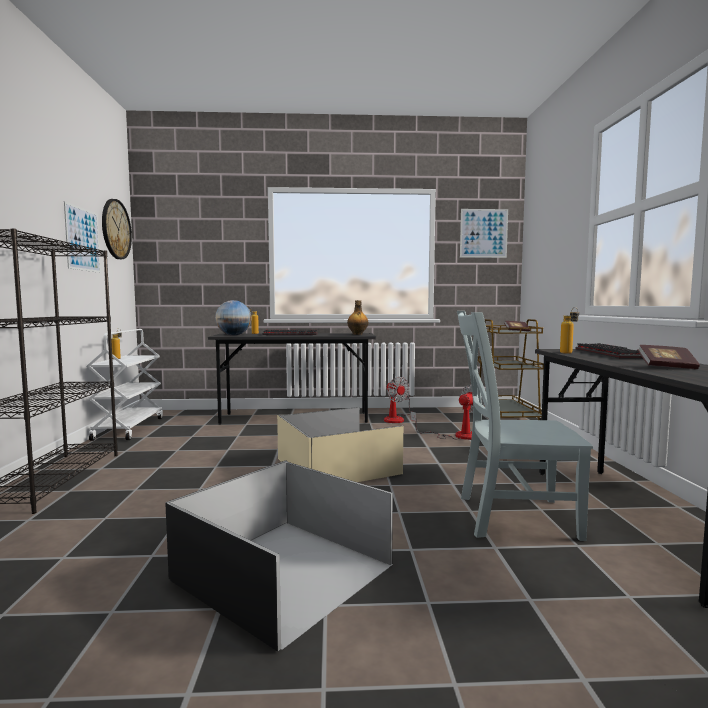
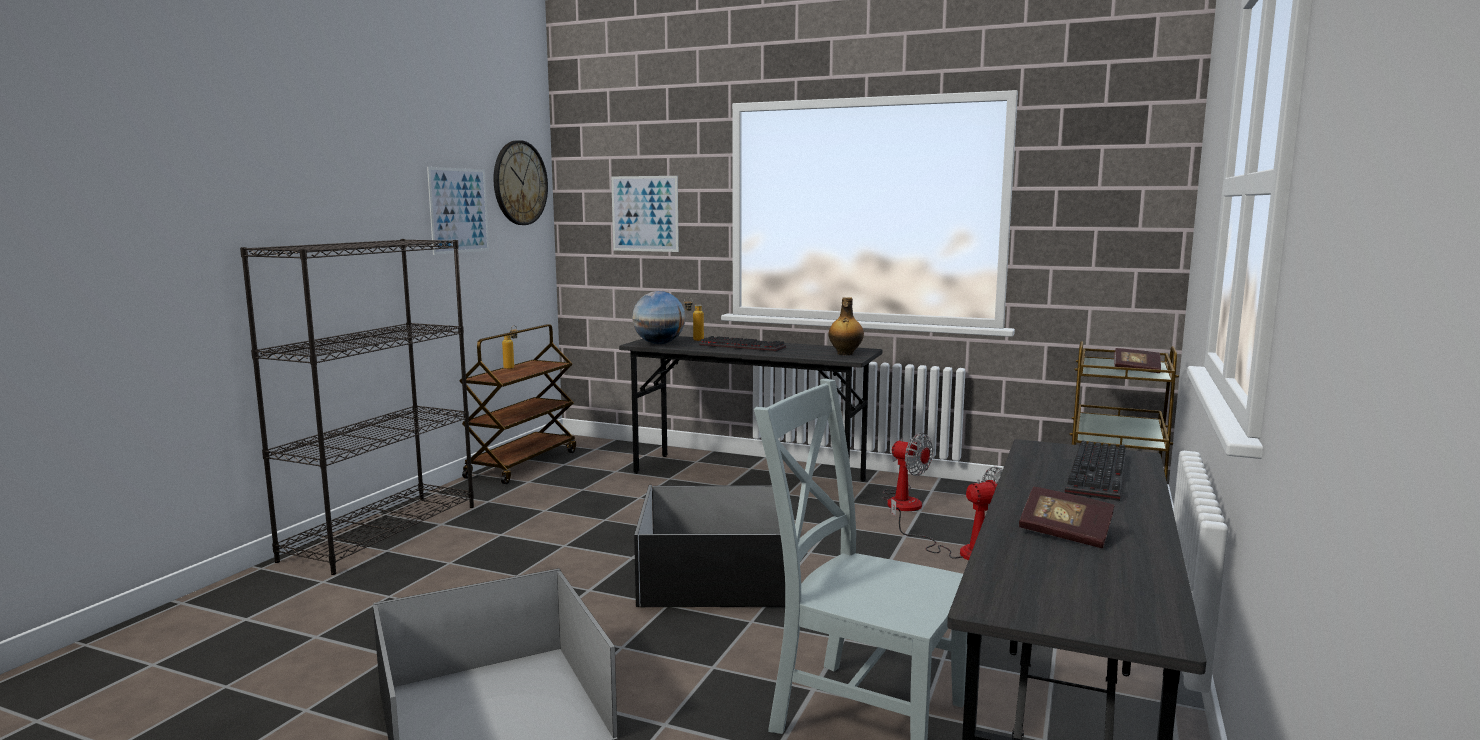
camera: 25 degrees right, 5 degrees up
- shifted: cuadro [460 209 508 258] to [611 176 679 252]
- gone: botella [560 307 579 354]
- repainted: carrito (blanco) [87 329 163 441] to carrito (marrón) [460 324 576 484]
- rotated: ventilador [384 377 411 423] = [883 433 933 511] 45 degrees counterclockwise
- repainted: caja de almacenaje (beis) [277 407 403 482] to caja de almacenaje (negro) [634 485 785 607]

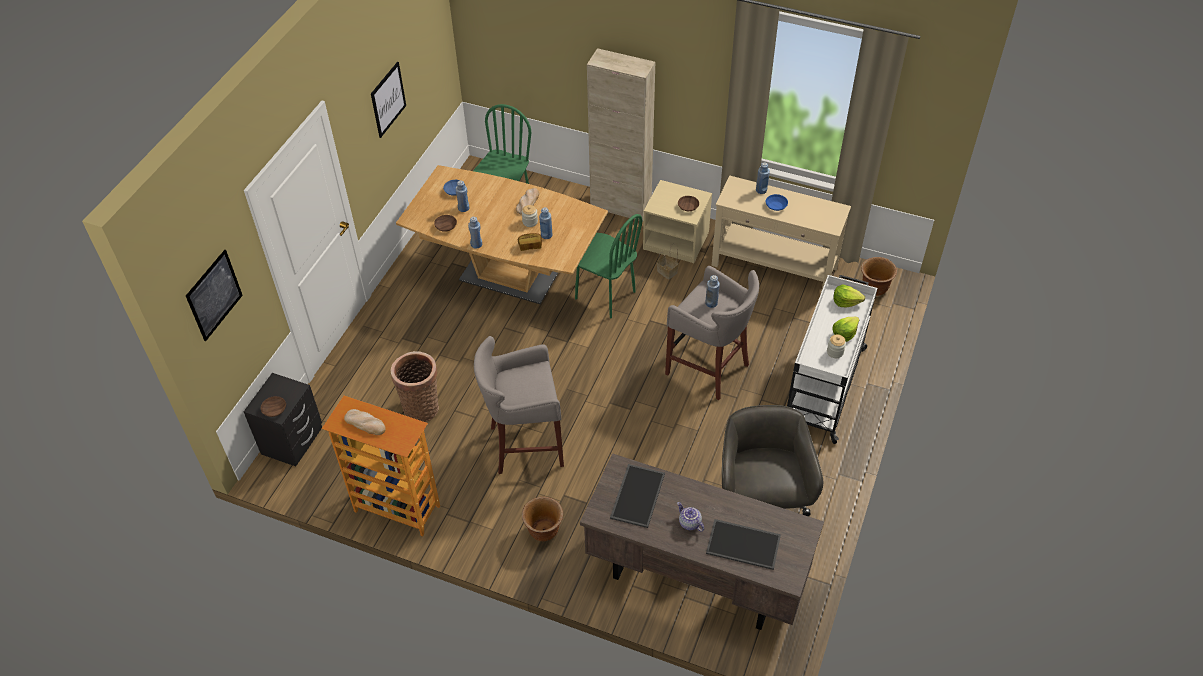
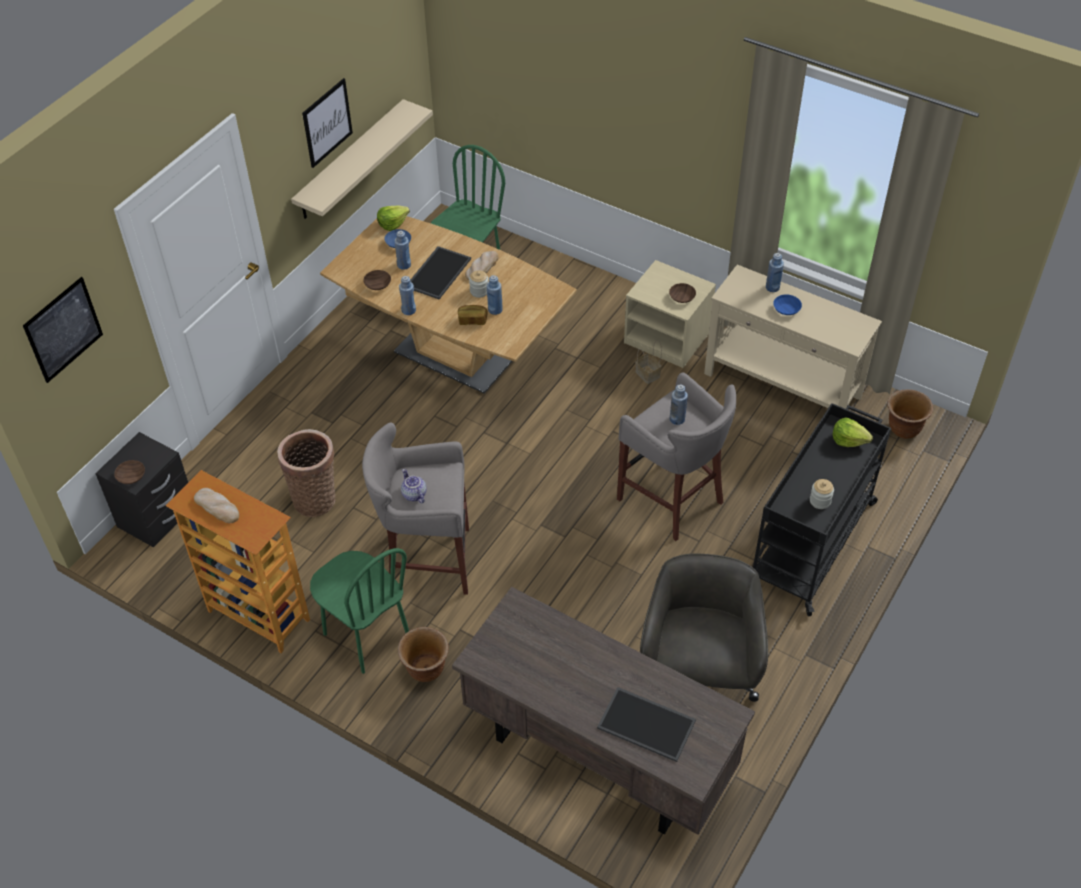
camera: 10 degrees right, 0 degrees up
- gone: armario (beis) [587 48 655 222]
- shifted: silla (verde) [575 214 642 318] to [310 548 409 674]
- repainted: carrito (blanco) [787 275 878 444] to carrito (negro) [753 403 891 616]
- shifted: lechuga [832 317 859 342] to [377 205 410 231]
- shifted: bandeja [610 464 665 528] to [410 246 471 299]
- shifted: tetera [677 502 704 532] to [401 469 427 503]
- new: estante (beis) [291 99 433 219]

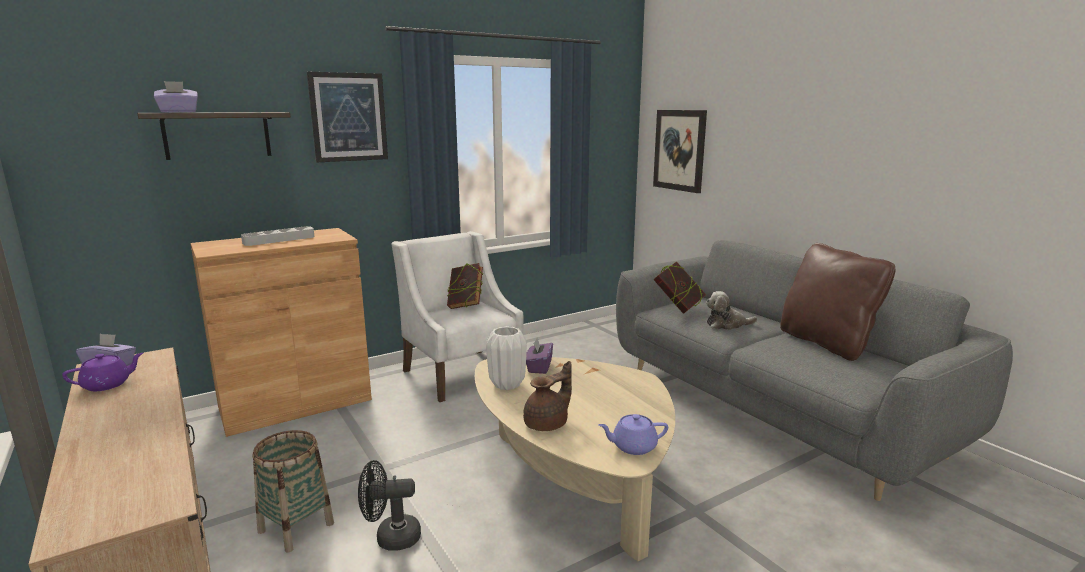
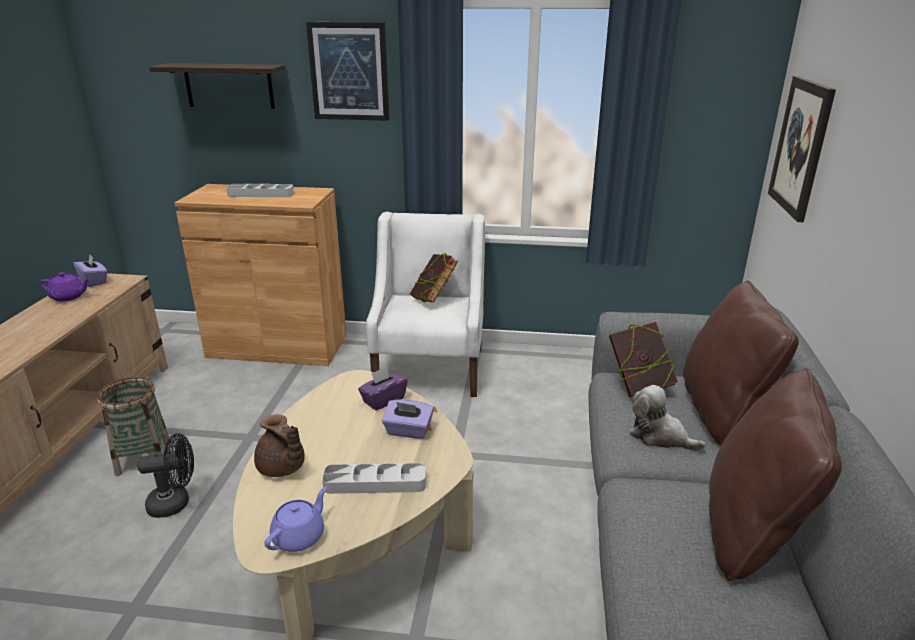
camera: 40 degrees right, 10 degrees up
- shifted: caja de pañuelos (morado) [154 81 198 113] to [382 399 434 439]
- gone: florero (blanco) [486 326 527 390]
- rotated: tetera (marrón) [523 361 572 431] = [254 415 305 477] 45 degrees clockwise
- rotated: tetera (morado) [598 414 668 455] = [264 487 327 552] 90 degrees clockwise
- rotated: ventilador (negro) [358 460 421 551] = [137 433 194 518] 135 degrees clockwise
- new: cojín (marrón) [683 281 799 445]
- new: bandeja (gris) [322 463 426 494]

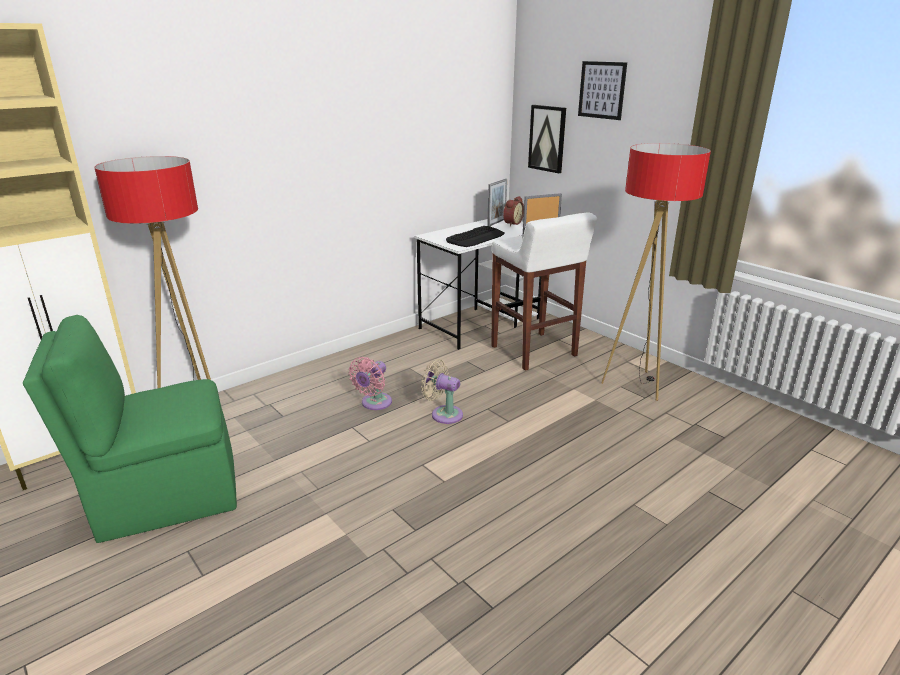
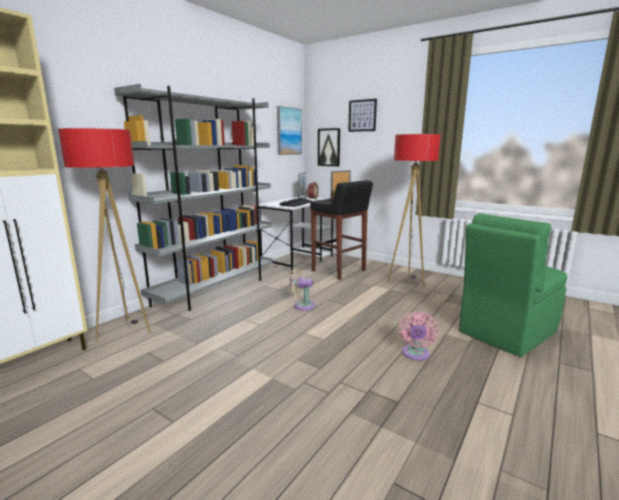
camera: 15 degrees left, 10 degrees down
- repainted: taburete (blanco) [491 213 597 371] to taburete (negro) [310 180 373 280]
- shifted: silla (verde) [23 315 237 543] to [459 213 567 357]
- shifted: ventilador (rosa) [349 357 392 410] to [398 312 439 361]
- new: estantería (gris) [114 84 273 311]
- new: cuadro [277 106 302 155]

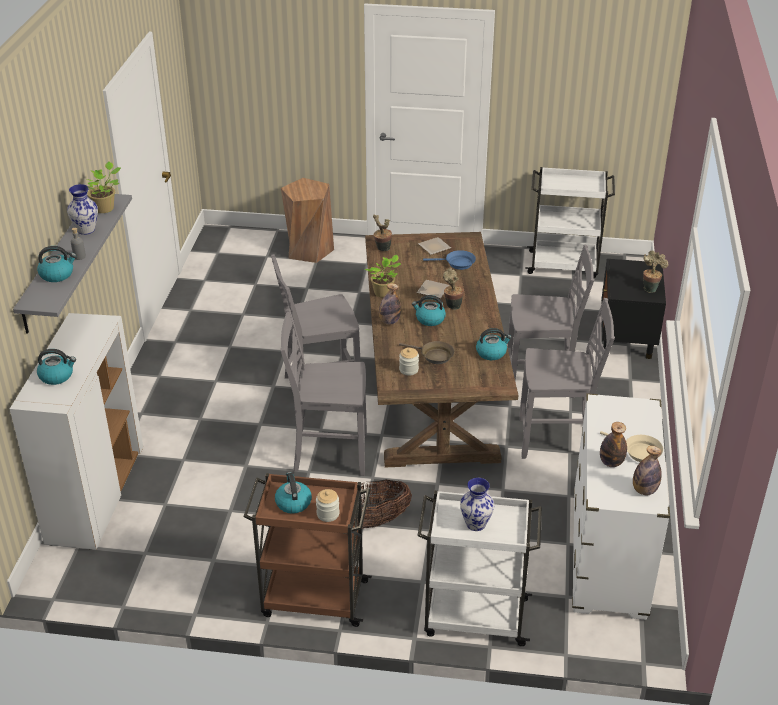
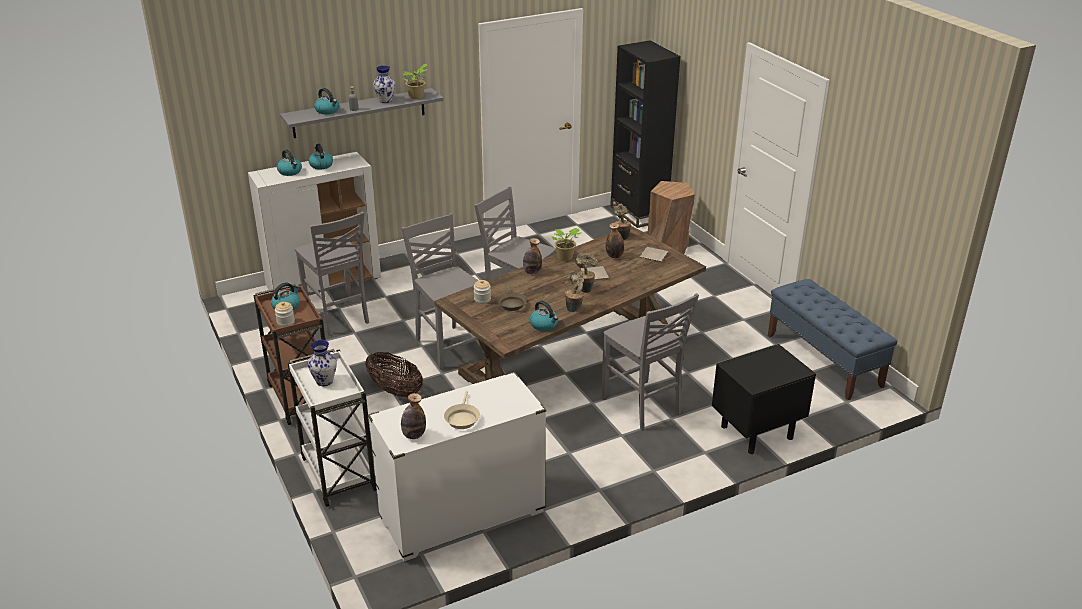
camera: 55 degrees right, 5 degrees down
- swapped: carrito (blanco) [525 167 615 278] to banco (azul) [768 279 897 400]
- gone: sartén (azul) [423 250 476 270]
- shifted: planta en maceta [643 250 668 293] to [565 271 584 312]
- shifted: hervidor [412 295 446 326] to [308 143 333 170]
- shifted: silla (gris) [519 298 615 459] to [295 211 369 336]
- shifted: botella [600 422 627 467] to [606 223 624 258]
- new: estantería (negro) [610 40 681 228]

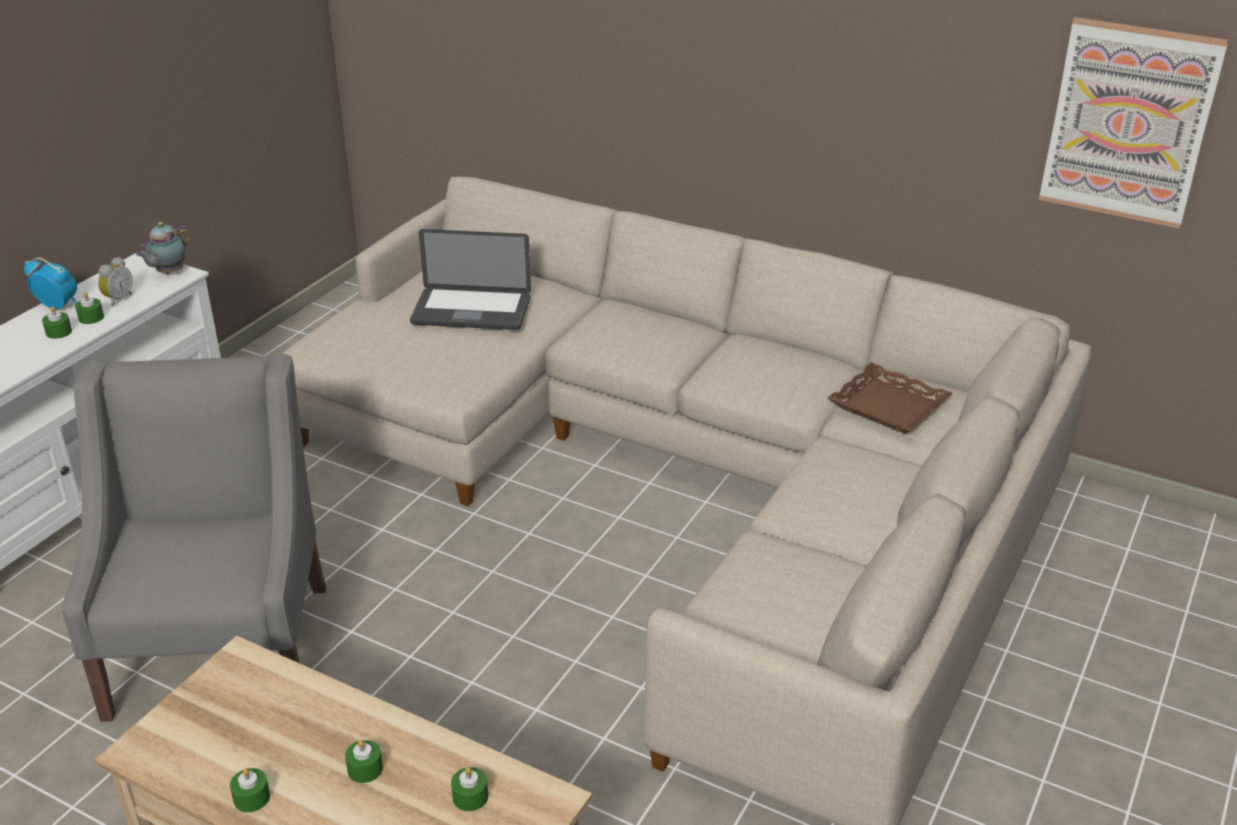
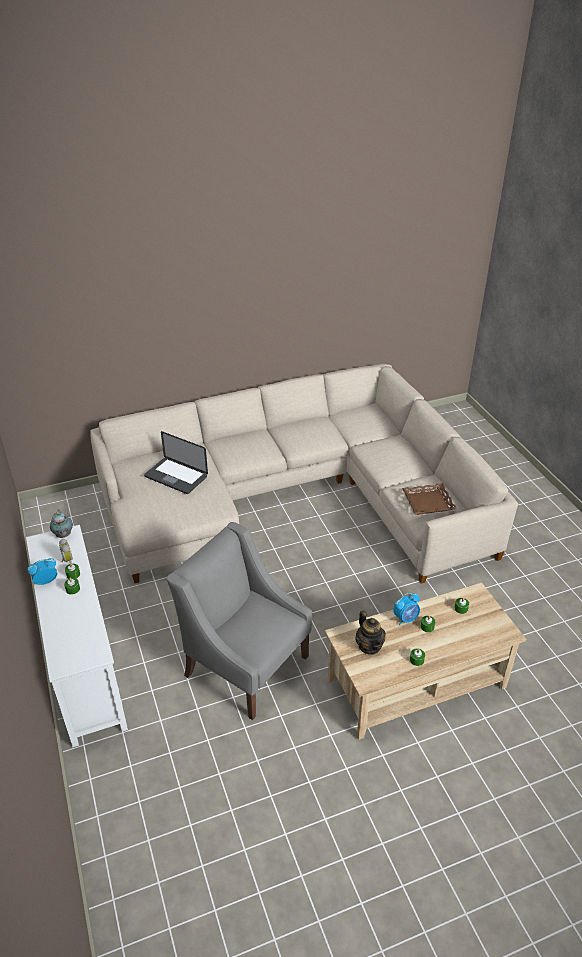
camera: 50 degrees left, 5 degrees up
- gone: cuadro [1039 17 1228 228]
- rotated: portátil [410 229 531 330] = [144 431 208 494] 75 degrees clockwise
- shifted: bandeja (marrón) [827 363 953 433] to [402 483 457 515]
- new: despertador [393 593 420 625]
- new: tetera [355 611 386 655]

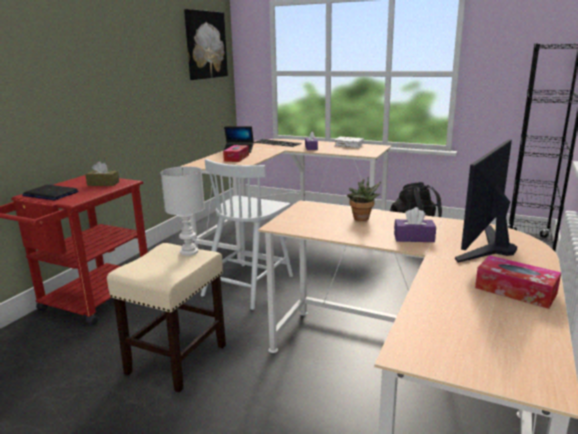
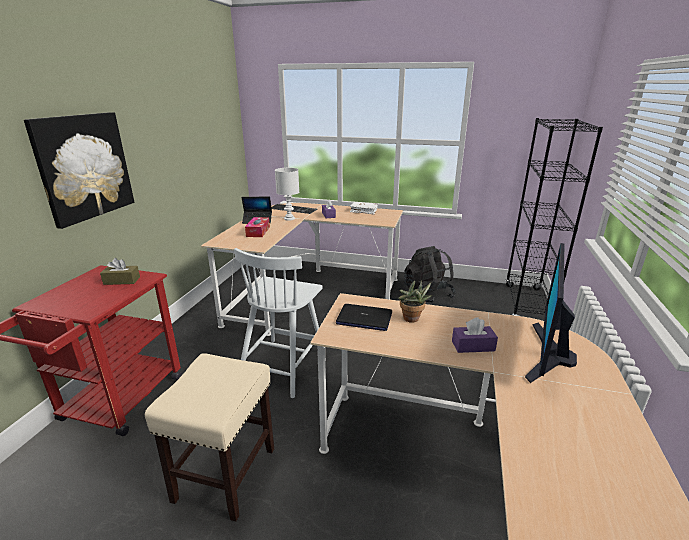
camera: 10 degrees left, 5 degrees up
- shifted: cuadro [184 9 228 80] to [24 112 134 229]
- shifted: lámpara de mesa (blanco) [161 166 205 256] to [275 168 299 221]
- shifted: portátil [22 185 78 200] to [336 304 392 331]
- gone: caja de pañuelos [475 255 561 309]

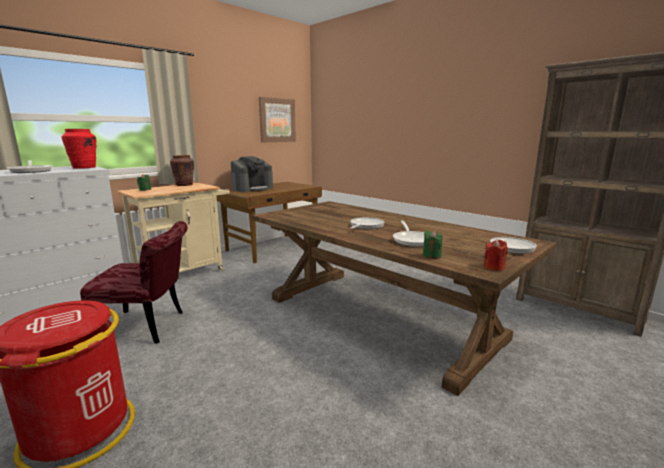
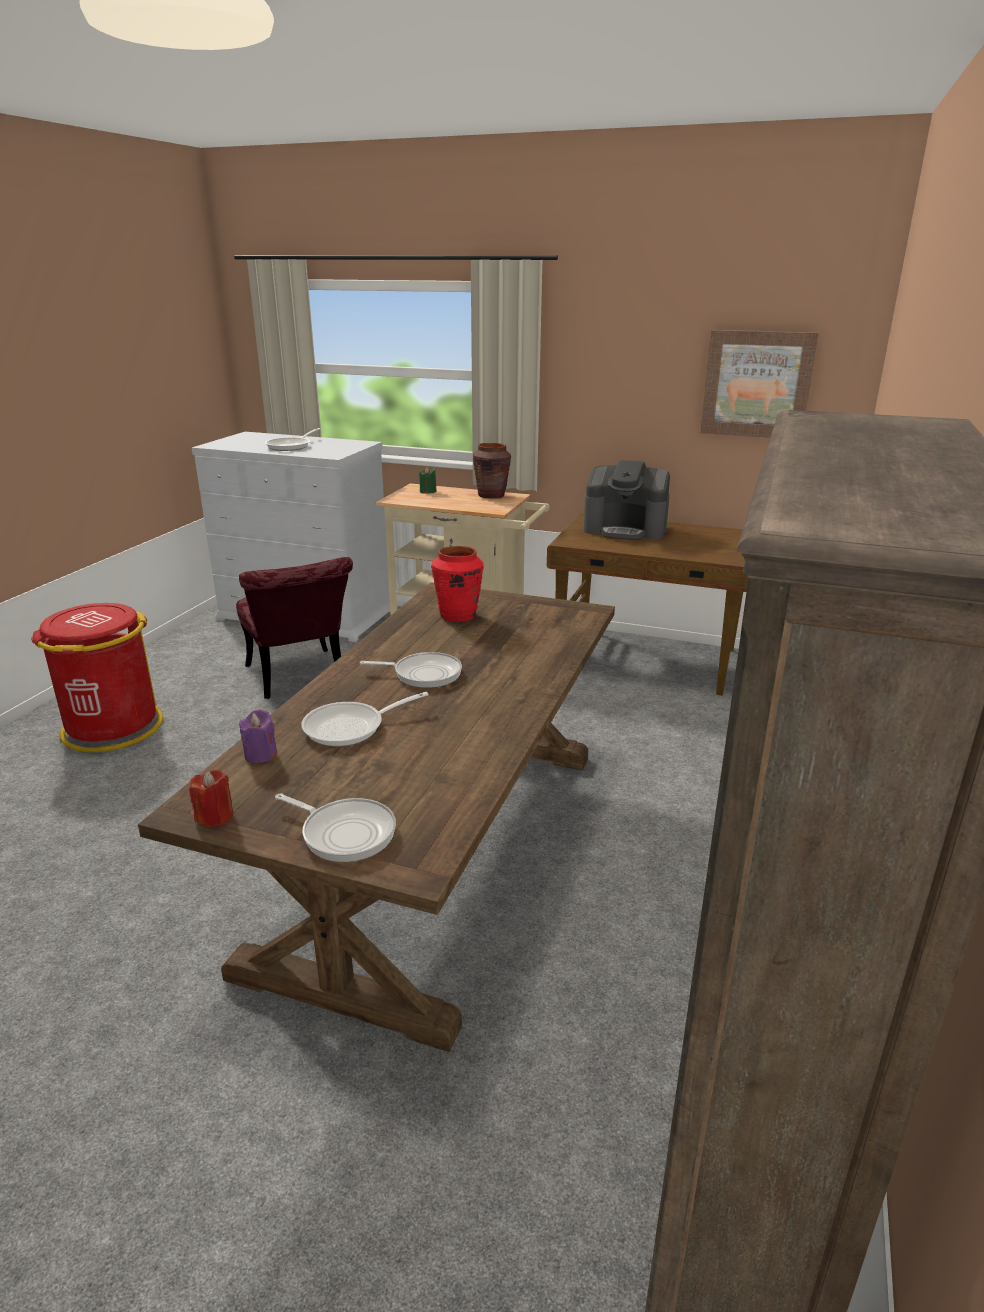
camera: 65 degrees right, 10 degrees up
- shifted: florero (rojo) [61 129 97 169] to [431 546 484 622]
- repainted: vela (verde) [423 231 443 259] to vela (morado) [239 710 277 763]

